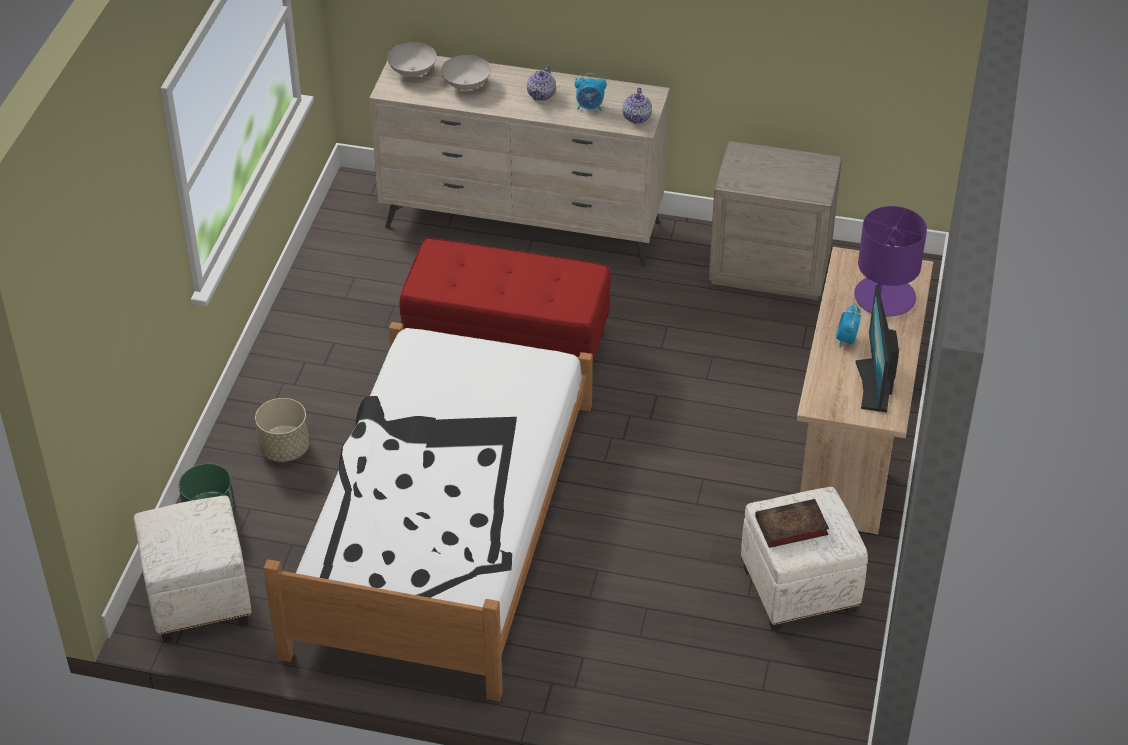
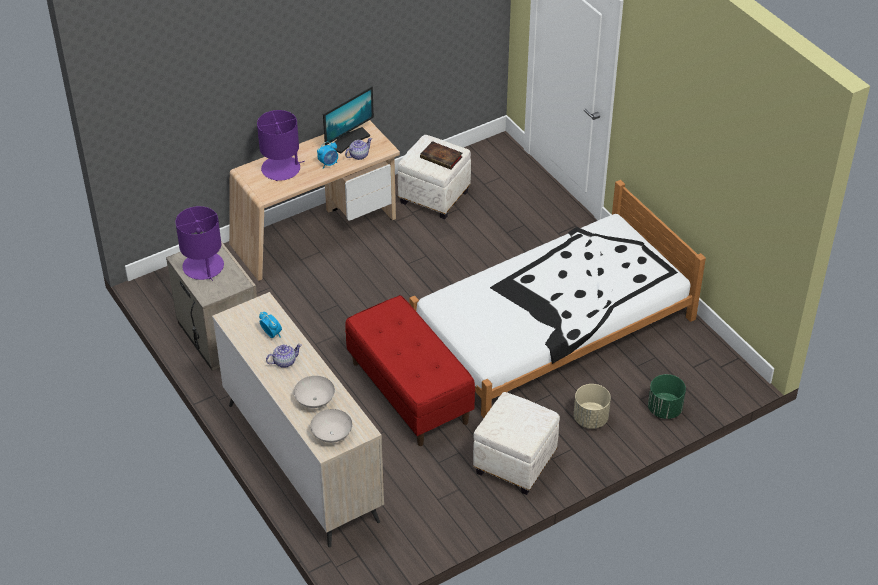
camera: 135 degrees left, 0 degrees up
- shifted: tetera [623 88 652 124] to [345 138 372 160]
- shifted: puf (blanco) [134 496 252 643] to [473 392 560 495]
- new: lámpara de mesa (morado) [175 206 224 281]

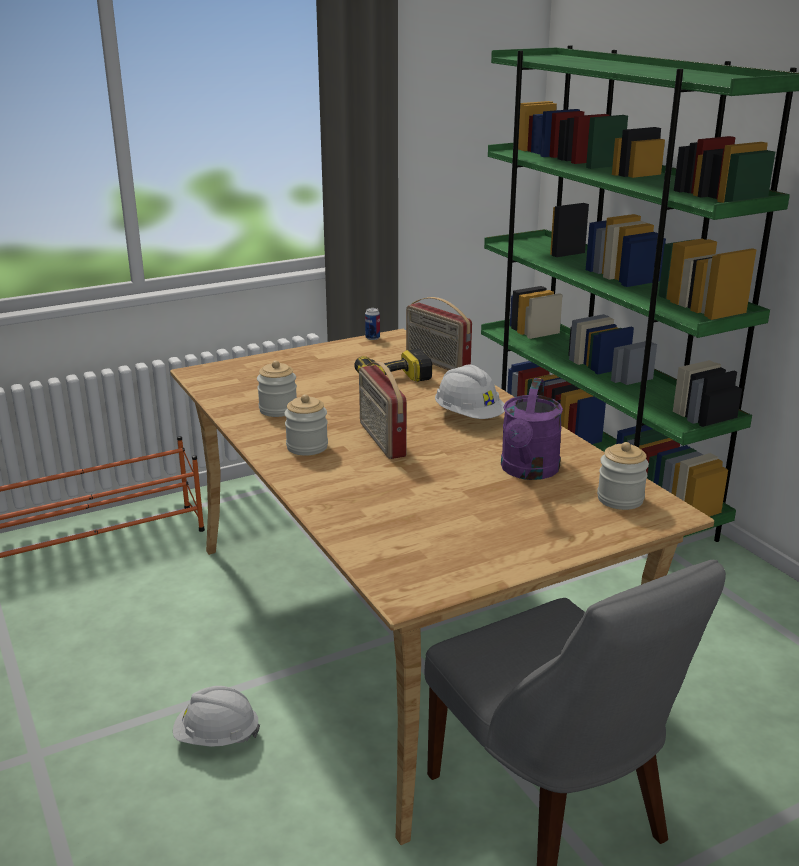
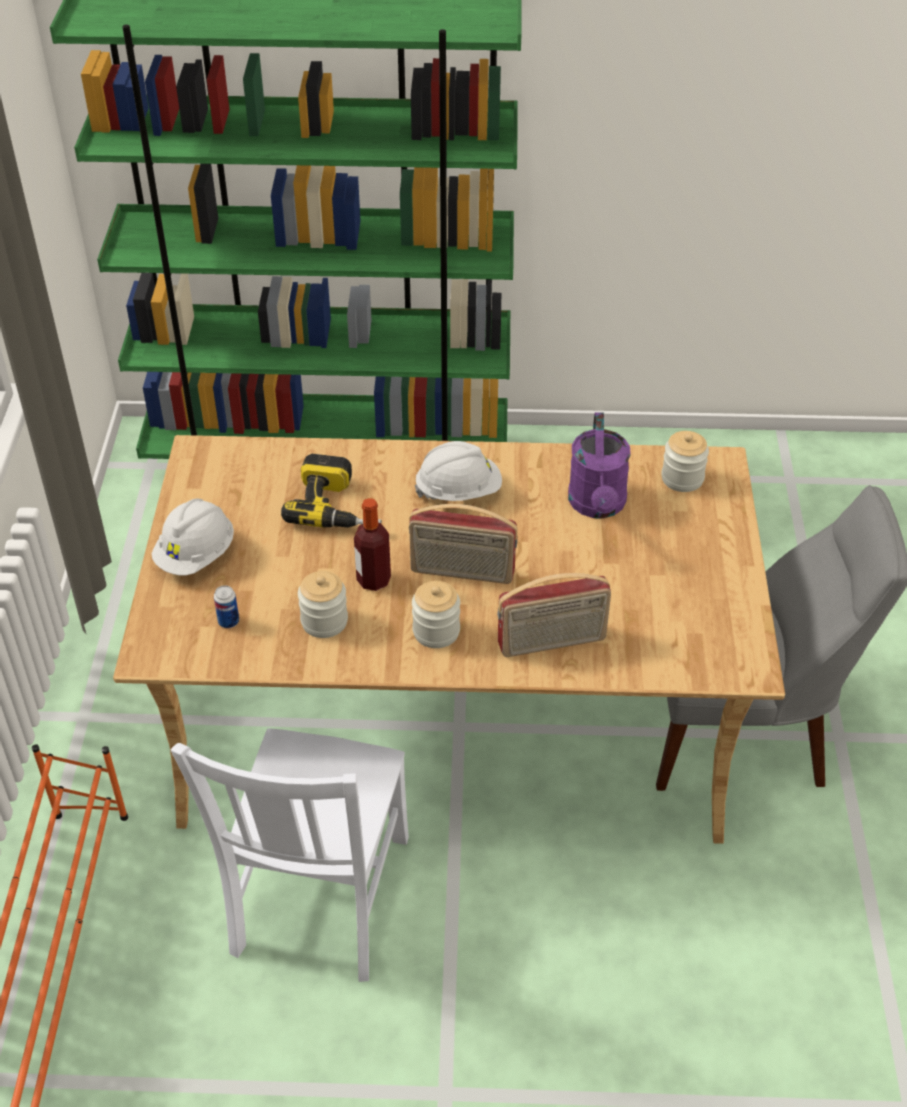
camera: 60 degrees left, 20 degrees up
- shifted: radio [406 297 472 370] to [497 573 611 657]
- shifted: lata [365 308 380 340] to [214 585 239 628]
- rotated: regadera (morado) [501 378 563 480] = [568 412 631 519] 45 degrees clockwise
- shifted: casco (blanco) [173 686 260 747] to [151 499 234 575]
- new: botella [354 498 391 591]
- new: silla (blanco) [171 728 409 982]

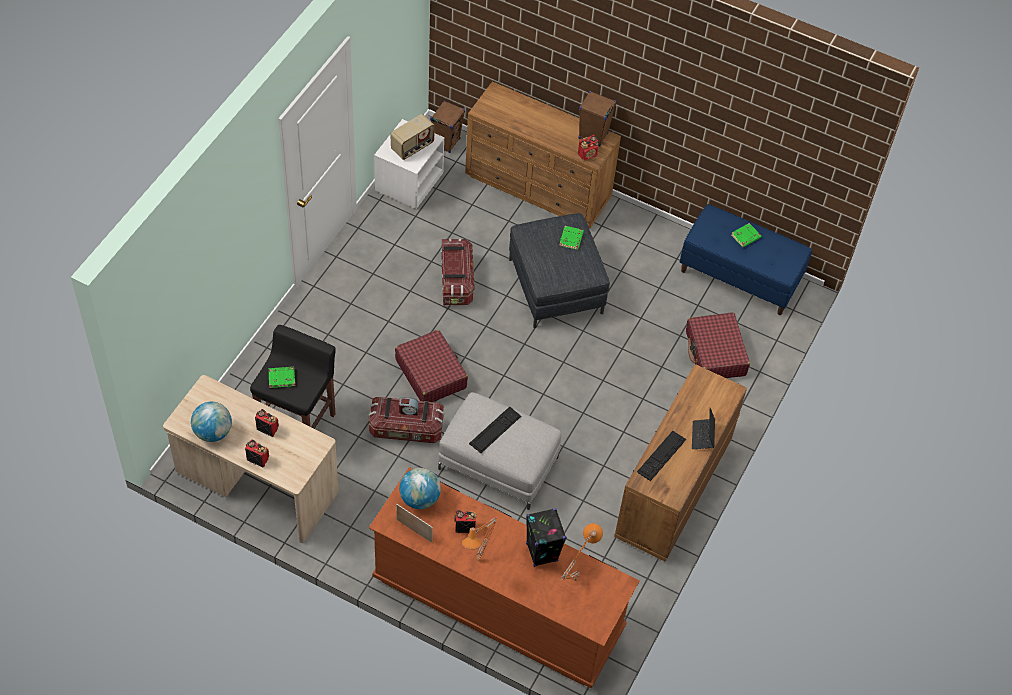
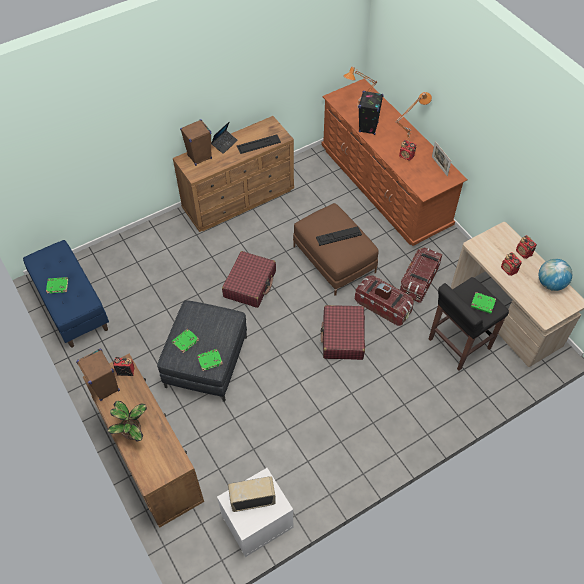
camera: 145 degrees left, 0 degrees up
- shifted: altavoz (marrón) [430 100 465 153] to [180 119 212 166]
- shifted: caja de almacenaje [441 238 475 305] to [400 247 443 303]
- shifted: maleta (rojo) [686 313 750 378] to [222 251 276 308]
- repainted: puf (gris) [438 392 562 510] to puf (marrón) [293 203 379 296]
- gone: globo terráqueo [399 468 441 509]
- new: libro (verde) [197 349 223 371]
- new: planta en maceta [108 401 147 441]

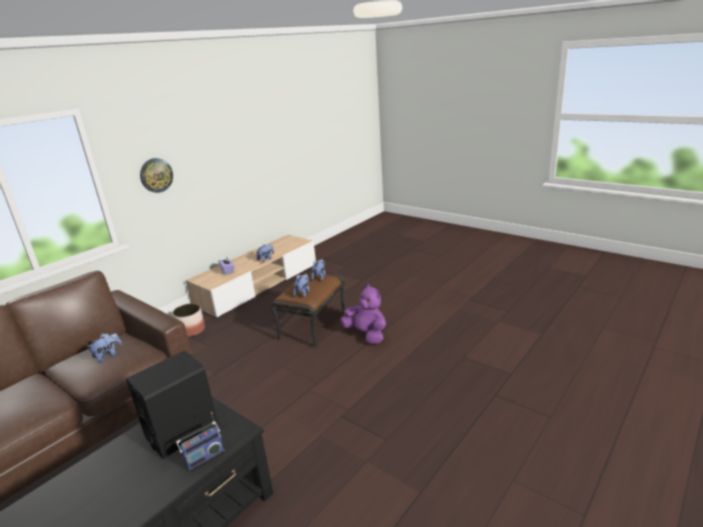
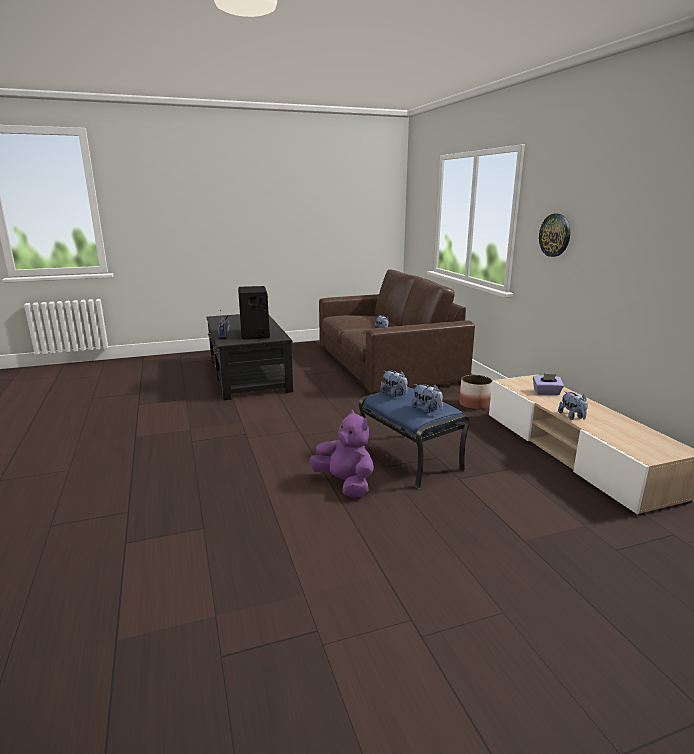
camera: 120 degrees right, 5 degrees down
- repainted: puf (marrón) [271 272 345 348] to puf (azul) [359 387 470 489]
- rotated: peluche (morado) [341 284 386 344] = [309 410 374 497] 120 degrees counterclockwise

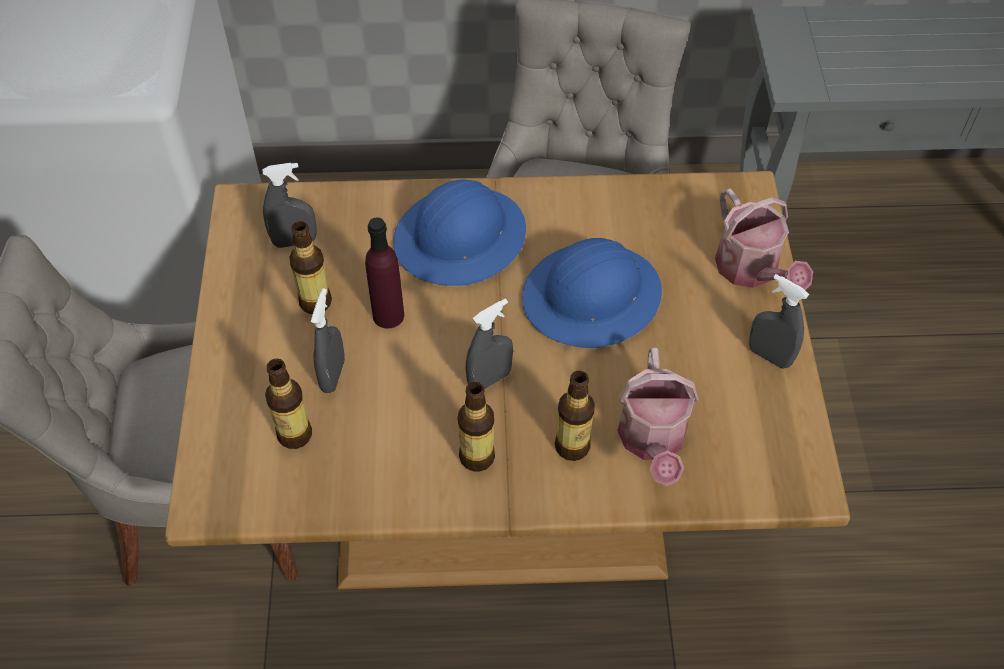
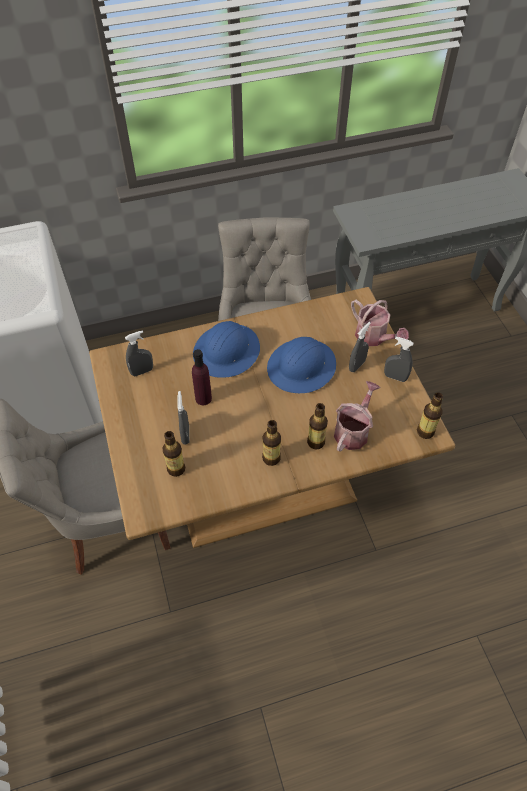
camera: 15 degrees left, 0 degrees up
- shifted: botella [289 221 332 314] to [417 392 443 439]
- shifted: pulverizador (gris) [465 299 513 389] to [349 322 371 372]
- rotated: regadera [617 347 699 486] = [334 381 381 452] 135 degrees counterclockwise

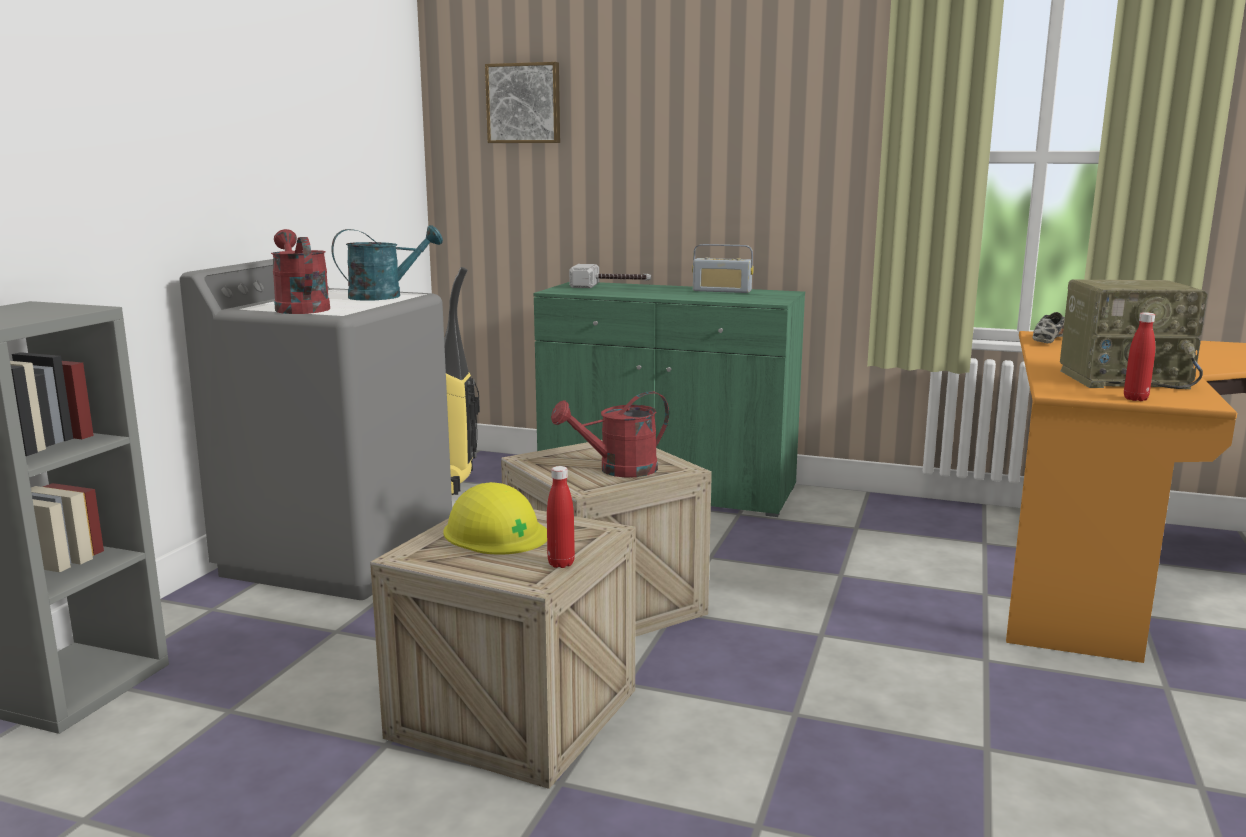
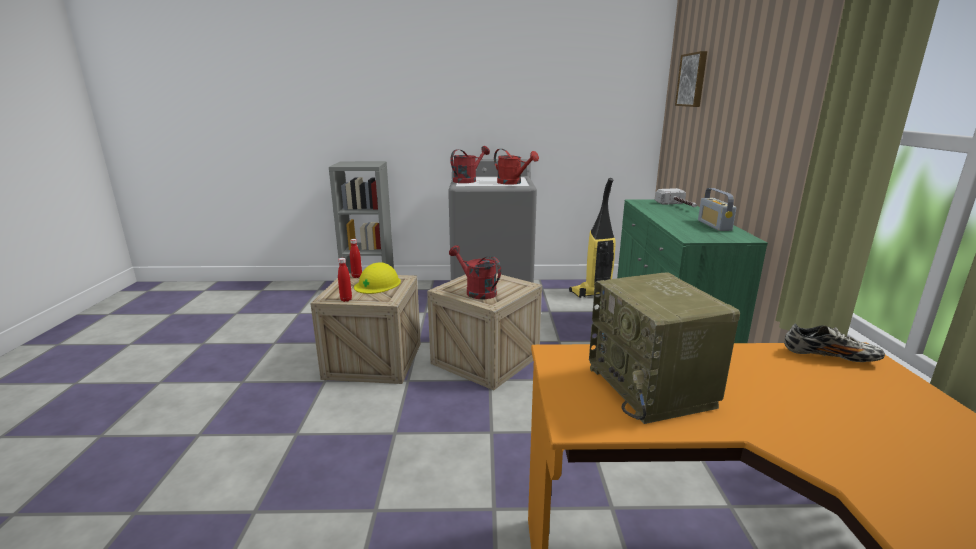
camera: 70 degrees right, 5 degrees up
- repainted: regadera (turquesa) [331 225 443 301] to regadera (rojo) [494 149 539 185]
- shifted: botella (rojo) [1124 312 1155 401] to [350 239 362 278]

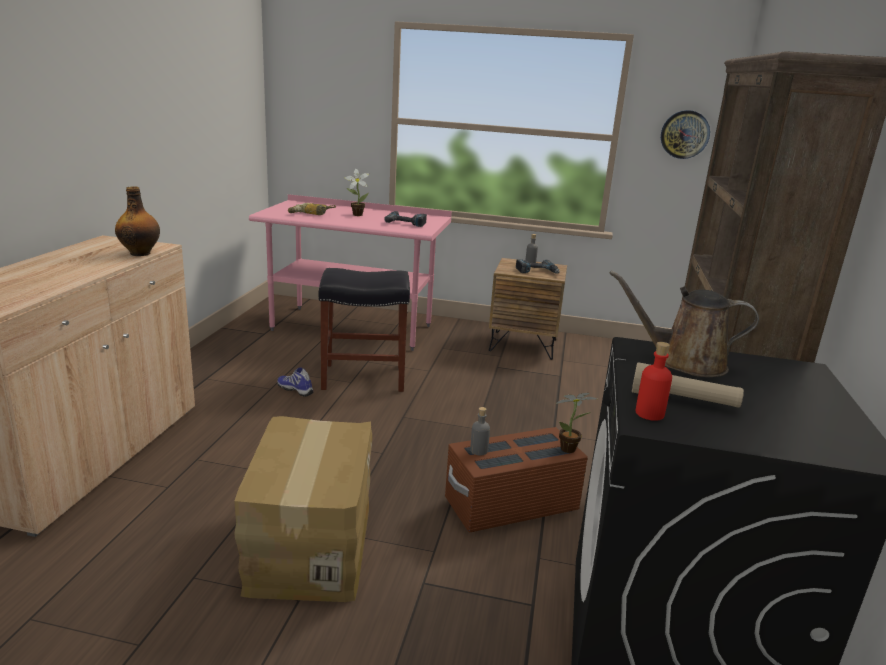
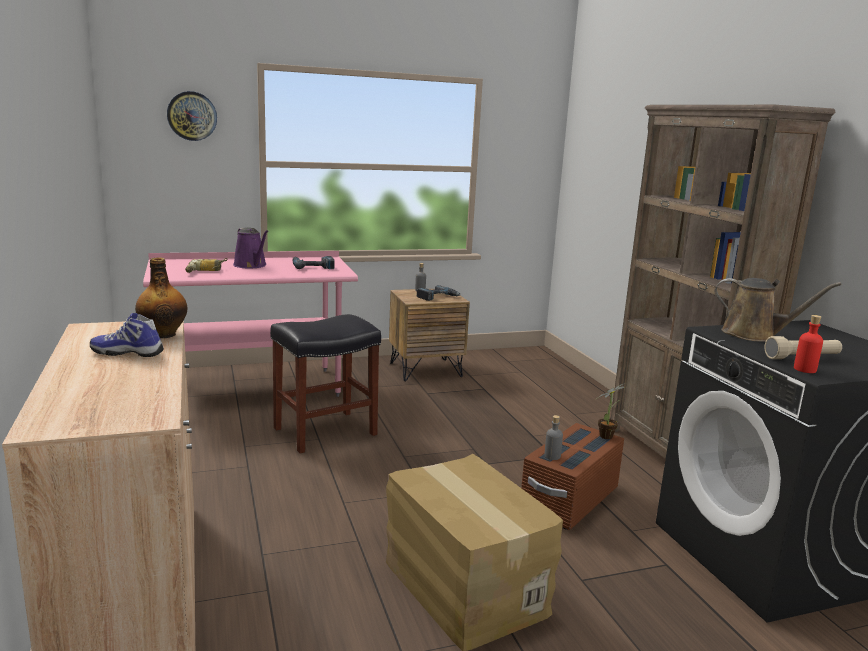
camera: 30 degrees left, 5 degrees down
- shifted: reloj de pared [661 110 710 159] to [167 91 217 141]
- swapped: planta en maceta [345 169 369 216] to regadera (morado) [233 227 268 268]
- rotated: regadera (marrón) [609 271 759 377] = [714 278 842 342] 135 degrees counterclockwise
- shifted: zapato [277 367 313 397] to [90 313 164 357]

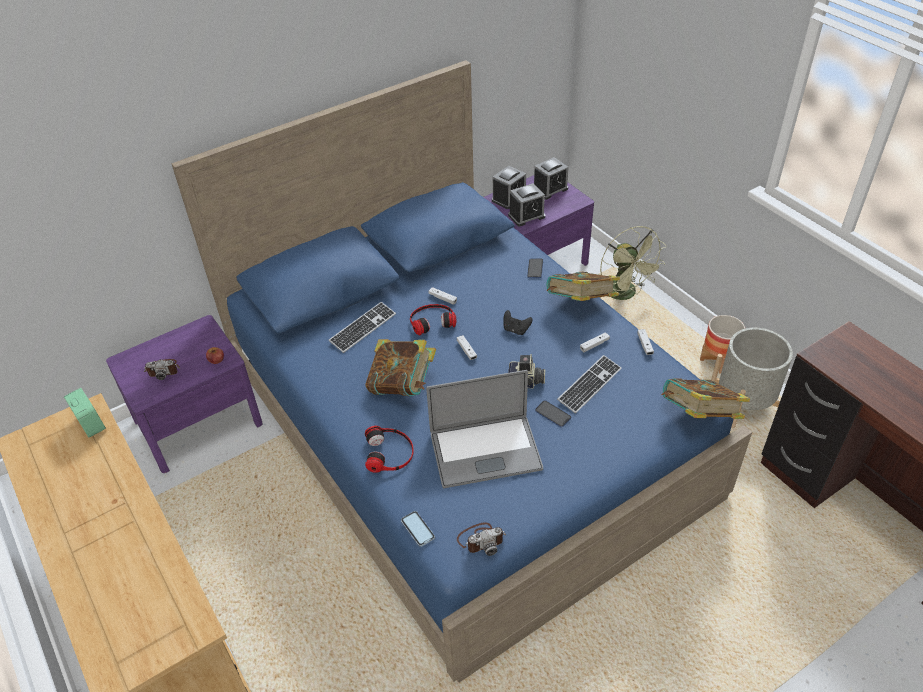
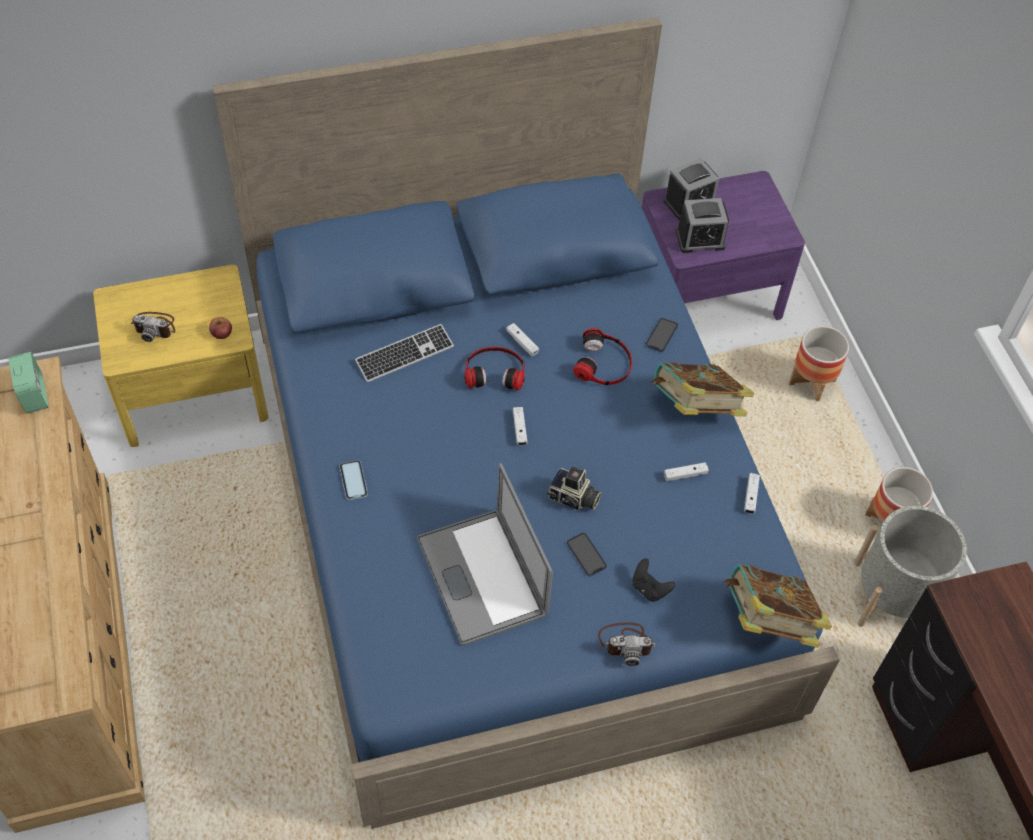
camera: 15 degrees right, 10 degrees up
- gone: despertador [534 157 568 200]
- swapped: ventilador (verde) [600 226 667 300] to maceta [789 326 849 401]
- shifted: mando de consola (negro) [503 310 532 335] to [632 559 675 602]
- repainted: mesita de noche (morado) [106 315 263 473] to mesita de noche (amarillo) [93 265 268 447]
- gone: libro [366 339 436 396]
- gone: teclado [557 355 621 414]
- rotated: portátil [426 370 543 488] = [417 463 553 646] 60 degrees clockwise
- shifted: auriculares [365 426 414 473] to [573 328 632 385]
- shifted: móvil [401 511 435 547] to [339 460 368 500]
- shifted: cámara [457 522 506 556] to [598 622 656 666]

